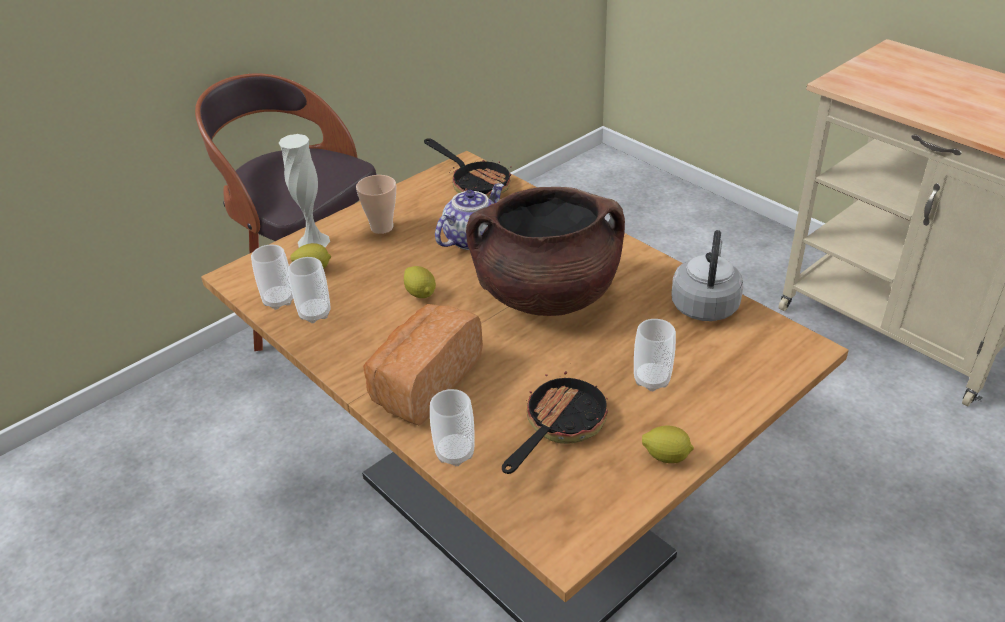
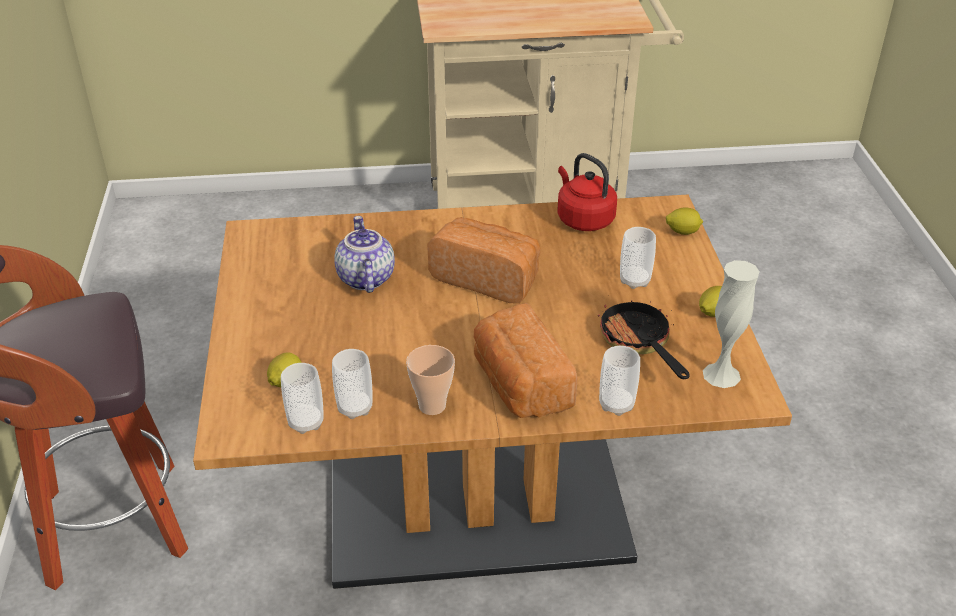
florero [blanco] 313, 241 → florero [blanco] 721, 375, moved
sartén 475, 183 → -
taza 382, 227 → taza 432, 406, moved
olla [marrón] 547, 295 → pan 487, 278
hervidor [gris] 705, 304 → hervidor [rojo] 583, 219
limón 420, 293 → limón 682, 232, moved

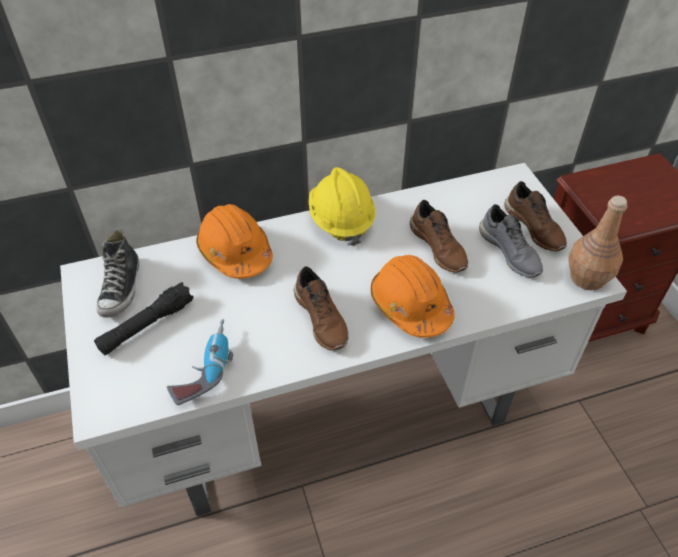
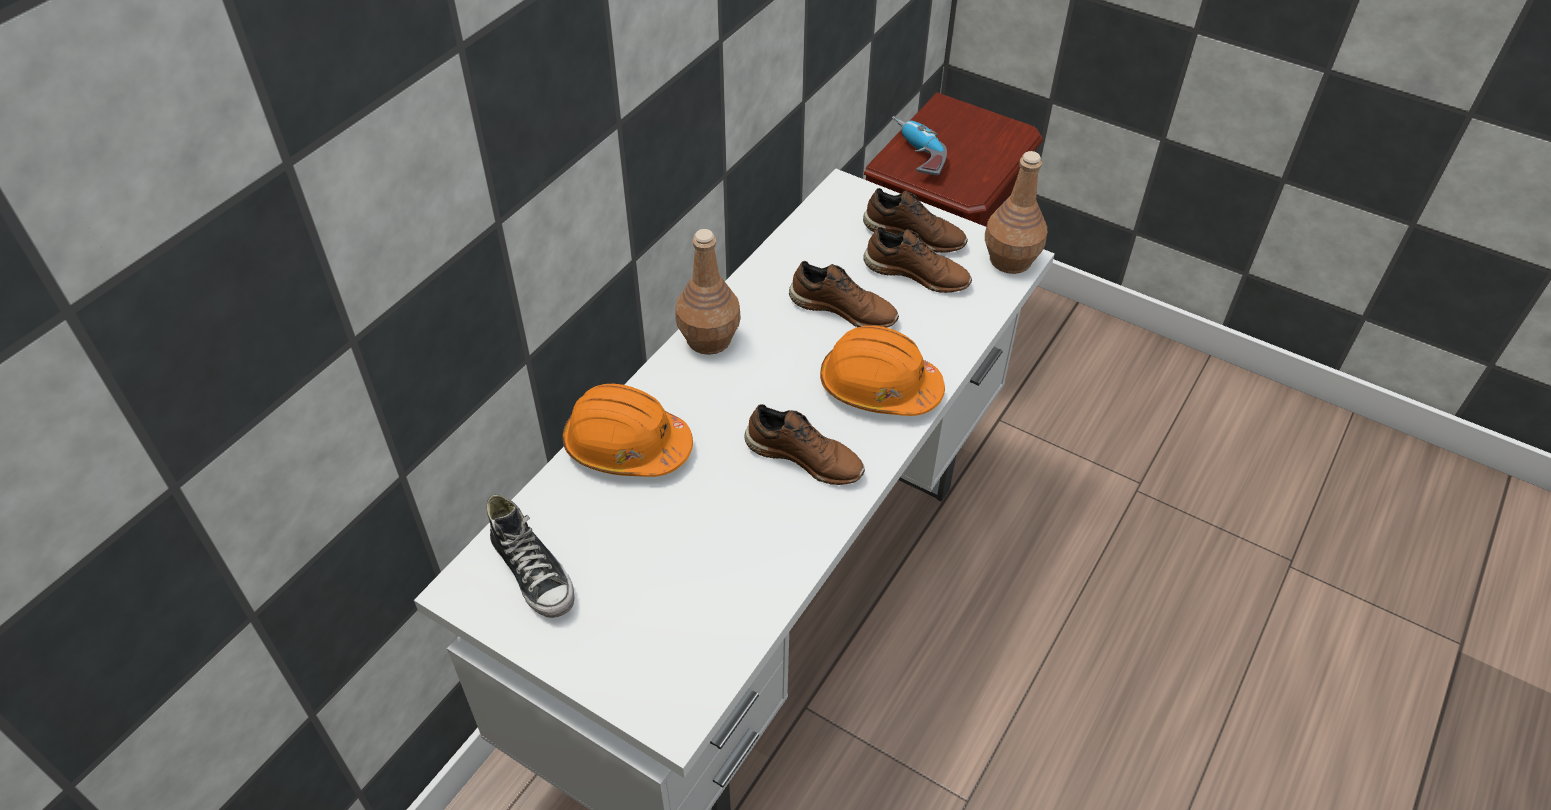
casco [amarillo] 341, 220 → botella [marrón] 709, 339
zapato [gris] 510, 251 → zapato [marrón] 917, 274
linterna [negro] 146, 326 → -
taladro 204, 368 → taladro 915, 155, moved

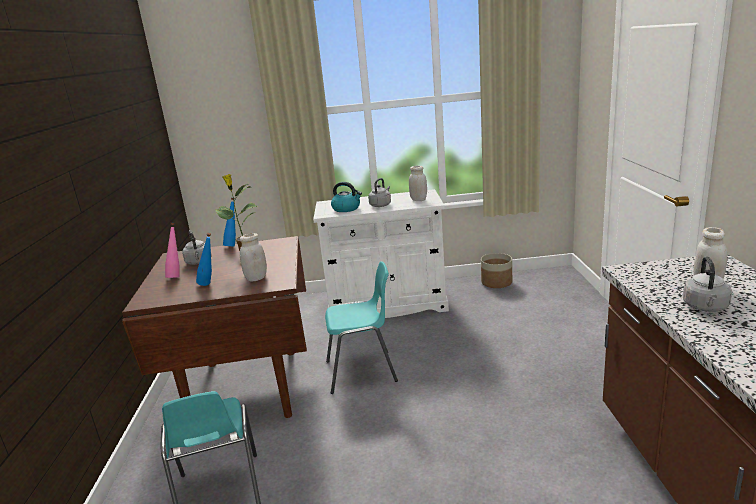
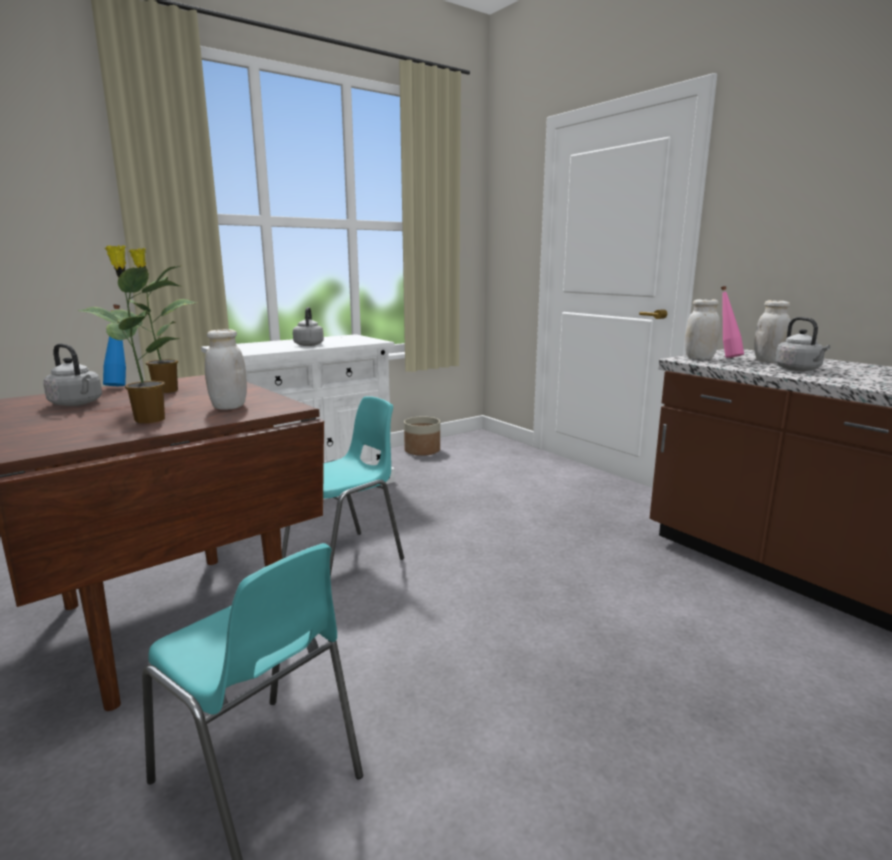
tarro [blanco] 418, 200 → tarro [blanco] 699, 358, moved
hervidor 347, 209 → -
botella [rosa] 177, 276 → botella [rosa] 726, 357, moved
botella [azul] 210, 284 → planta en maceta 148, 419

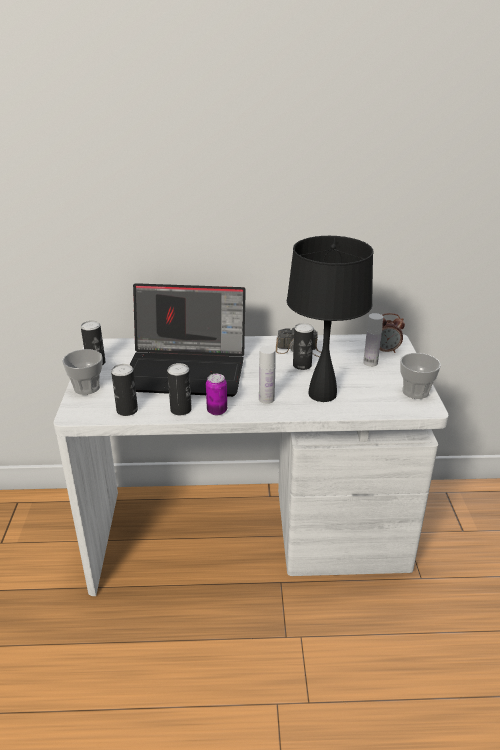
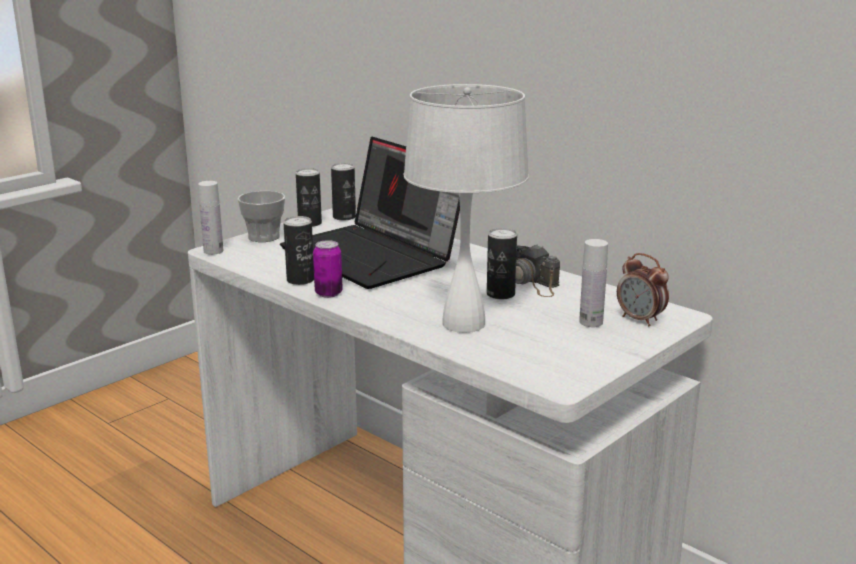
lámpara de mesa [negro] 321, 394 → lámpara de mesa [blanco] 463, 323
botella [blanco] 266, 399 → botella [blanco] 213, 251, moved
taza 415, 392 → -
lata 127, 410 → lata 344, 217, moved

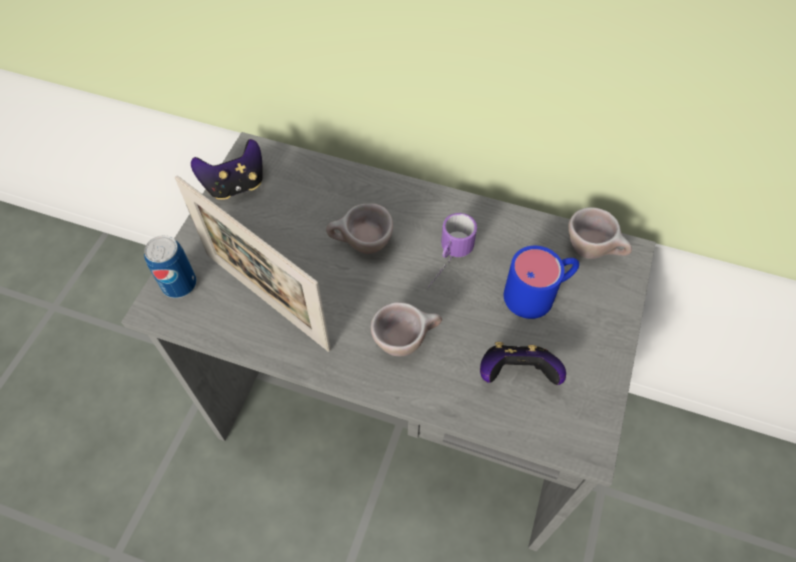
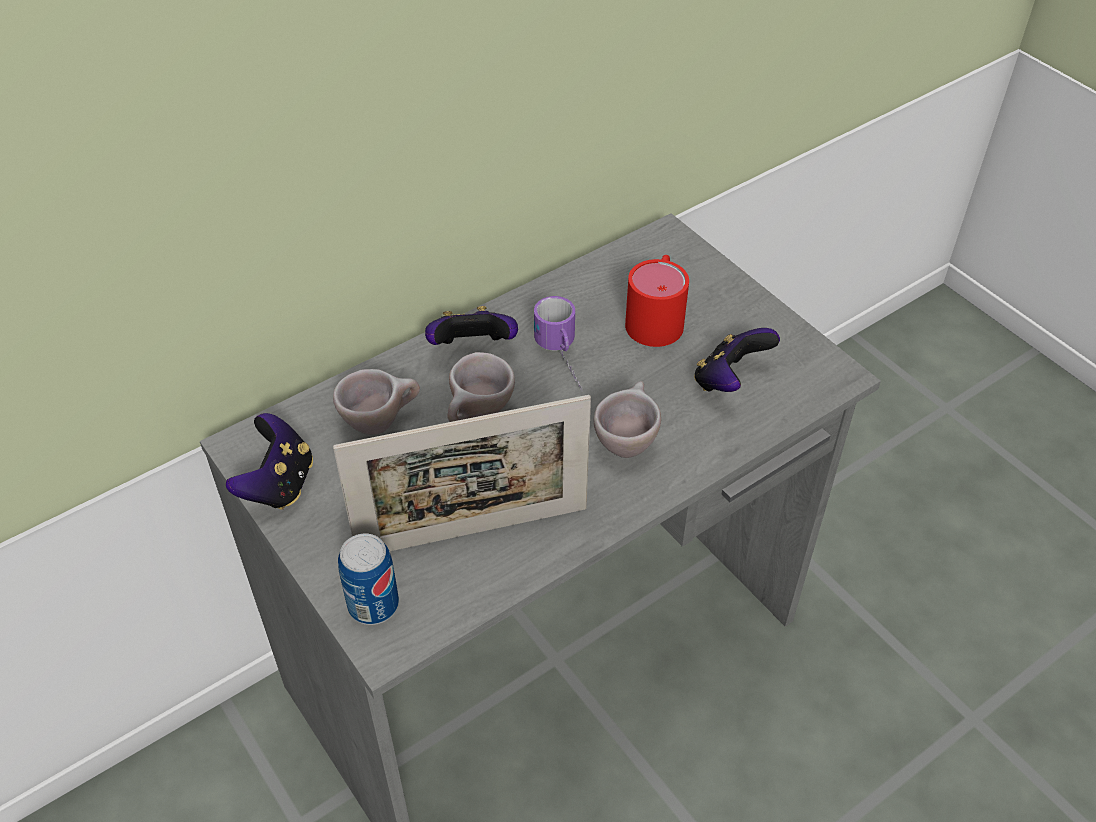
taza [beis] 593, 251 → taza [beis] 381, 421, moved
taza grande [azul] 539, 293 → taza grande [rojo] 657, 316
- → mando de consola 472, 348

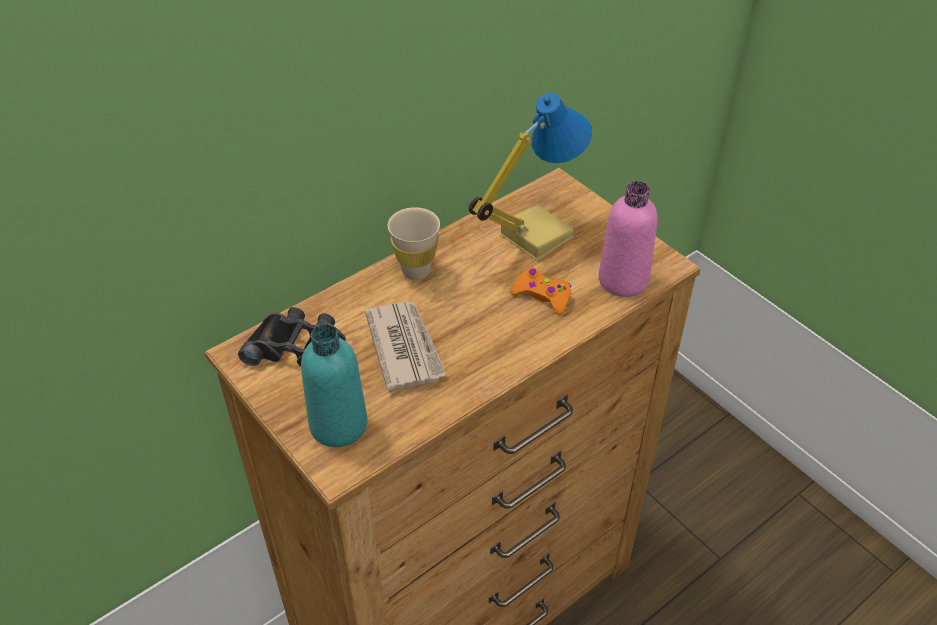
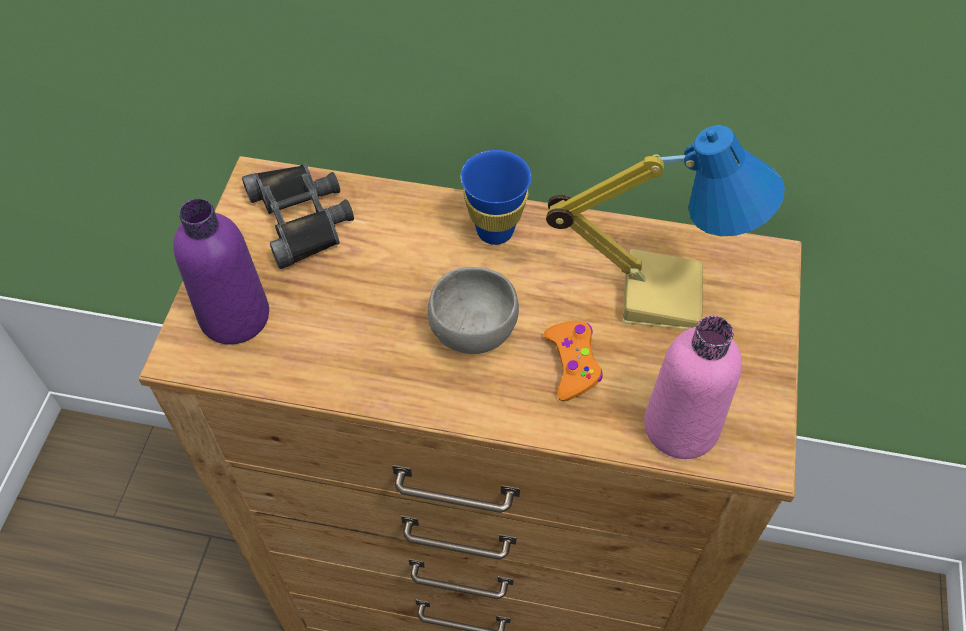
taza [beis] 416, 271 → taza [azul] 495, 231
periódico 405, 347 → -
botella [turquesa] 338, 425 → botella [morado] 234, 316
- → cuenco [gris] 471, 331

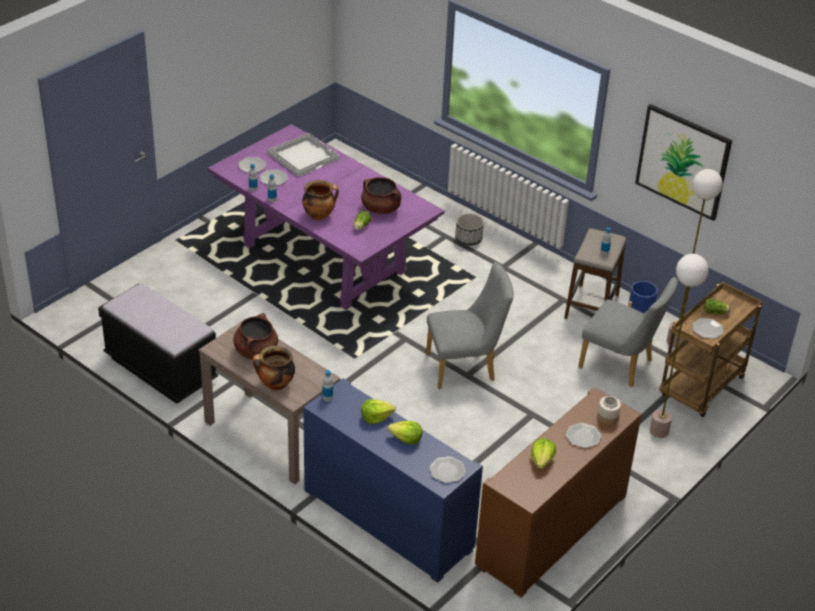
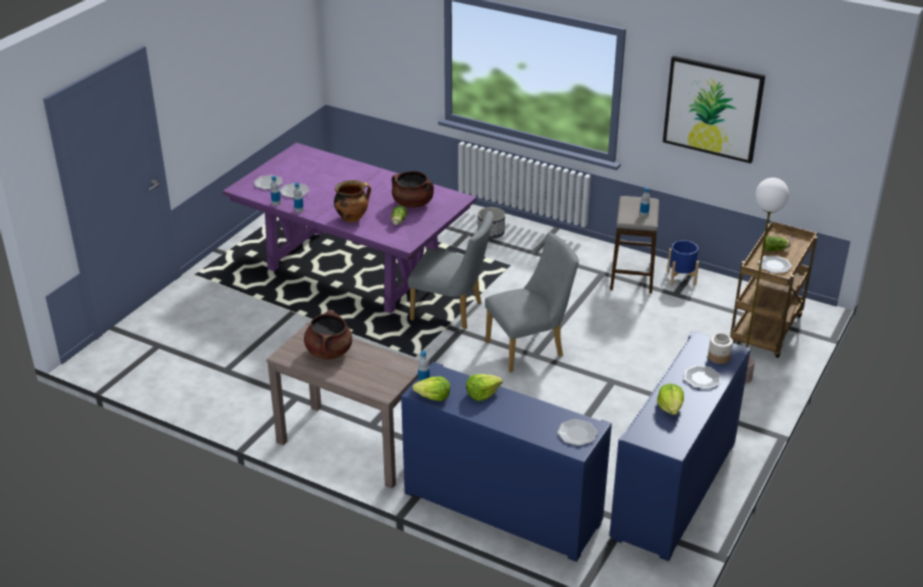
bandeja [blanco] 303, 156 → -
lámpara de pie 675, 342 → -
silla [gris] 621, 365 → silla [gris] 452, 312, moved
banco [negro] 160, 369 → -
olla 275, 385 → -
armario [marrón] 552, 530 → armario [azul] 674, 489
lechuga 406, 439 → lechuga 433, 397, moved

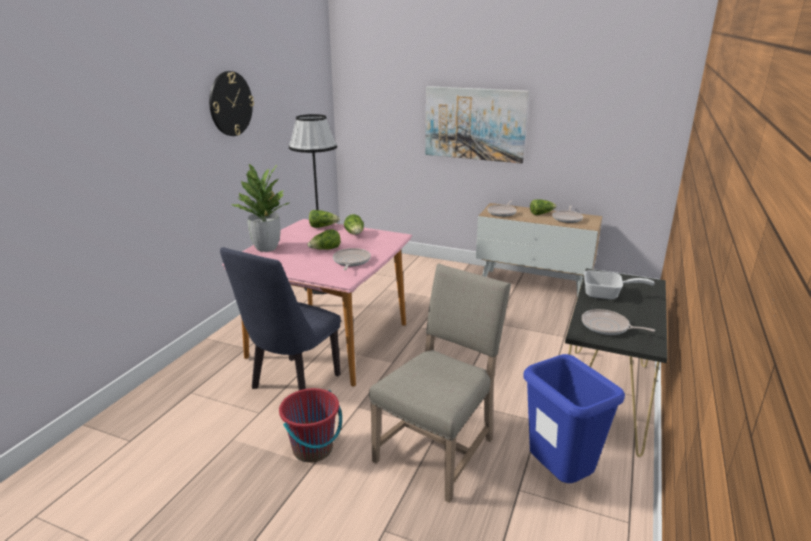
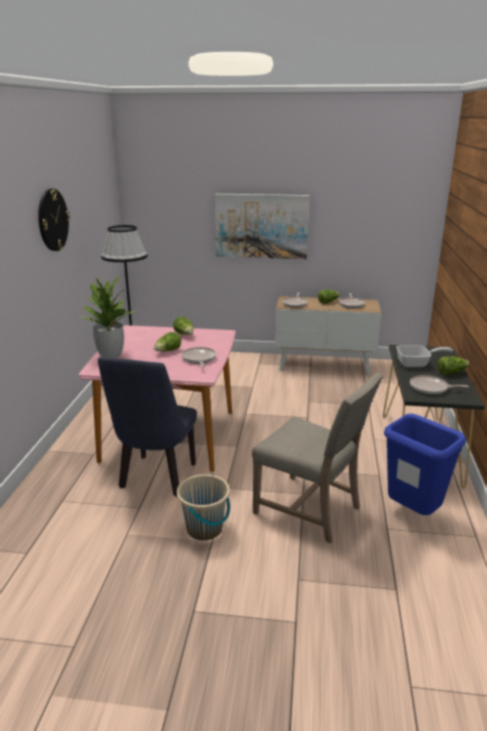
lechuga 323, 226 → lechuga 451, 373, moved
silla [beis] 439, 449 → silla [beis] 311, 510, 105 degrees clockwise
cubo [rojo] 313, 449 → cubo [beis] 205, 529

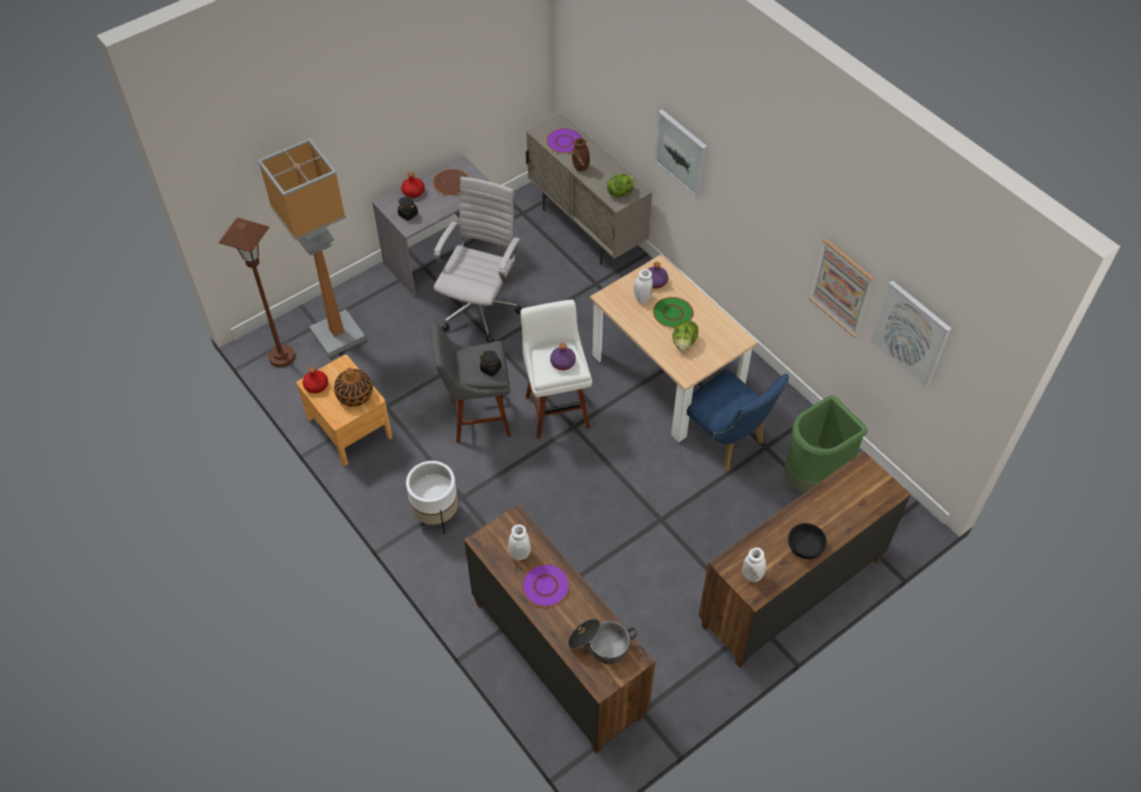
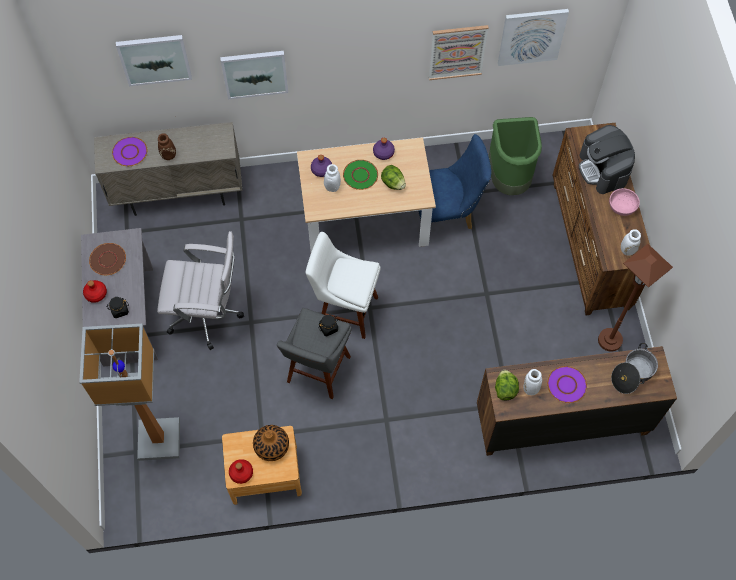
lechuga 621, 193 → lechuga 505, 389, moved
silla de oficina [blanco] 481, 308 → silla de oficina [blanco] 208, 314, 135 degrees clockwise
lámpara de pie [marrón] 282, 356 → lámpara de pie [marrón] 609, 340, moved
botella [morado] 563, 362 → botella [morado] 383, 152, moved
maceta [blanco] 436, 514 → -
cuenco [negro] 805, 546 → cuenco [rosa] 622, 206
- → cuadro 154, 59
- → cafetera 603, 169

